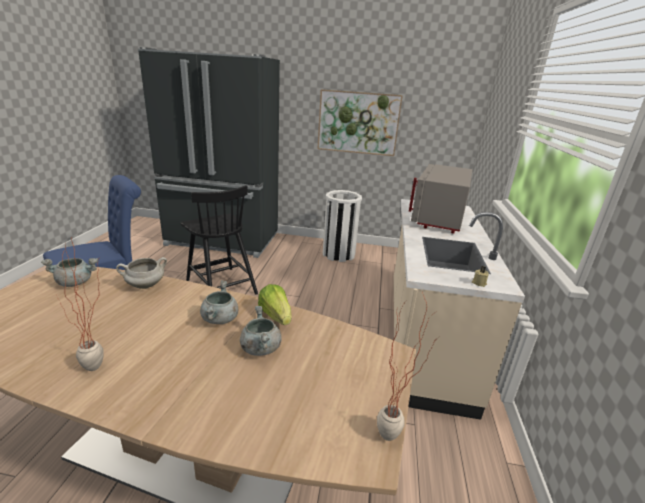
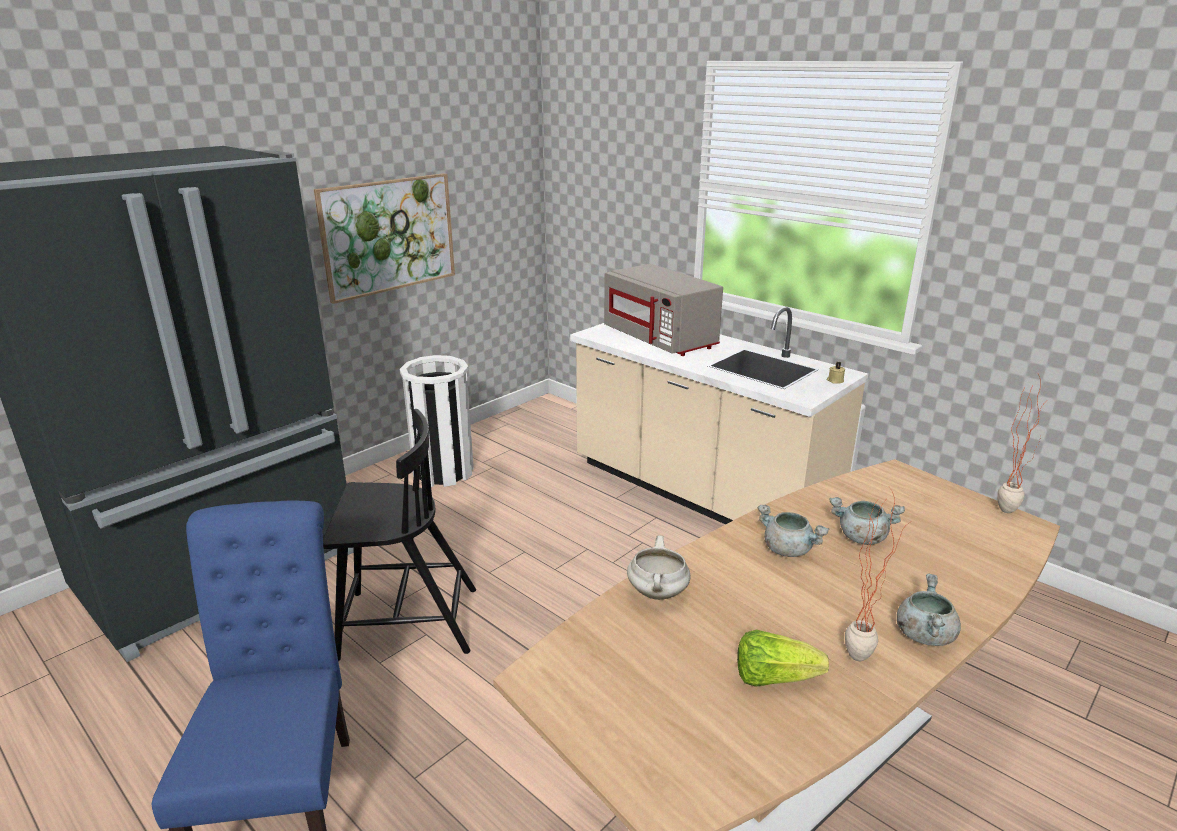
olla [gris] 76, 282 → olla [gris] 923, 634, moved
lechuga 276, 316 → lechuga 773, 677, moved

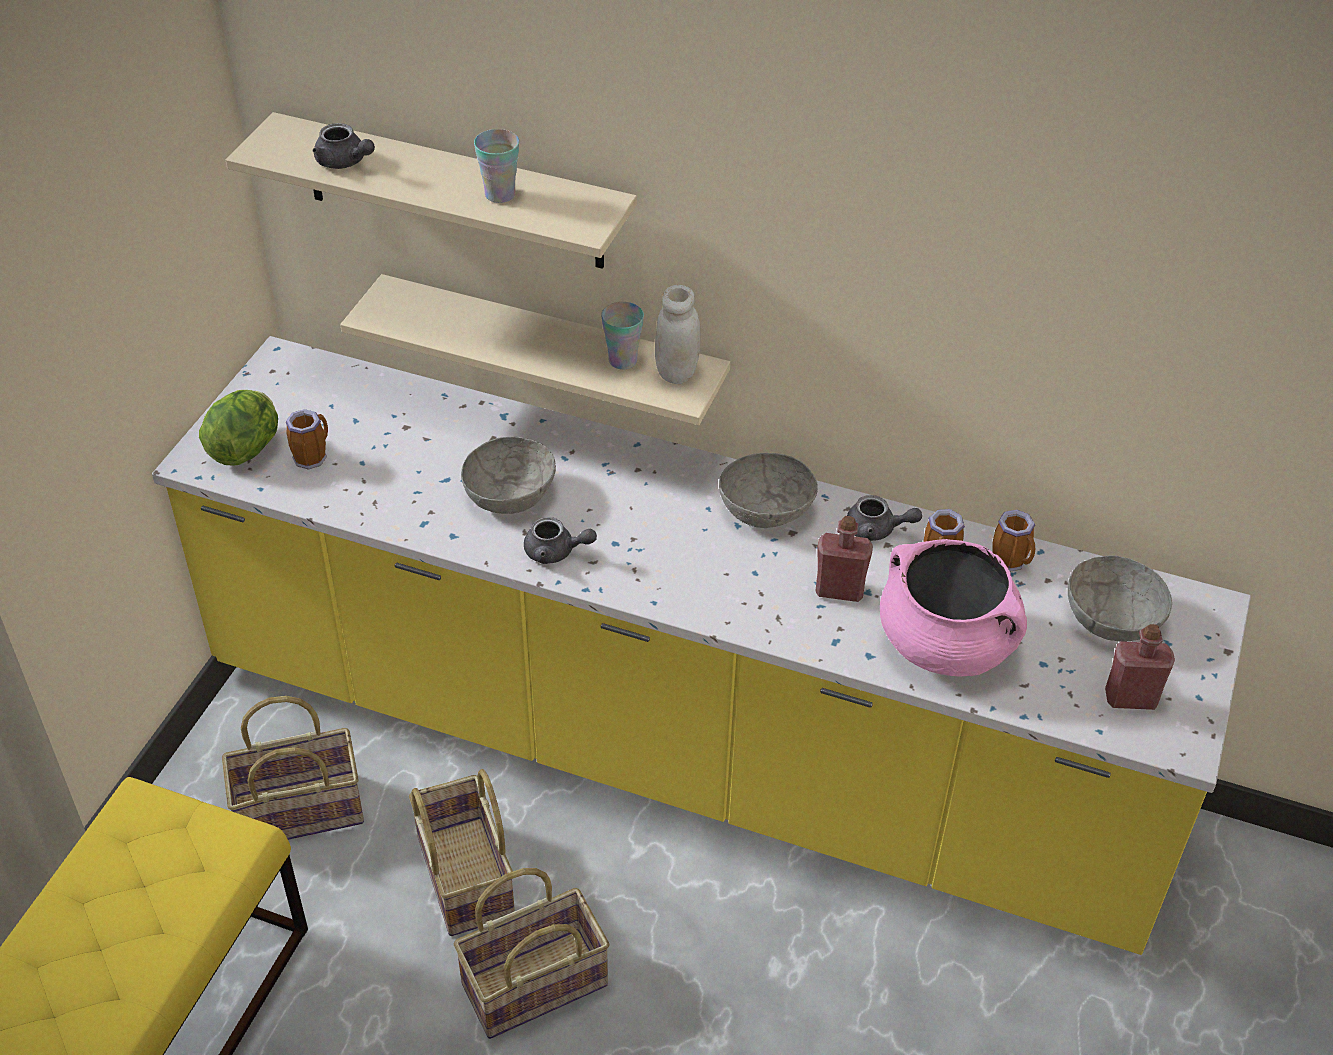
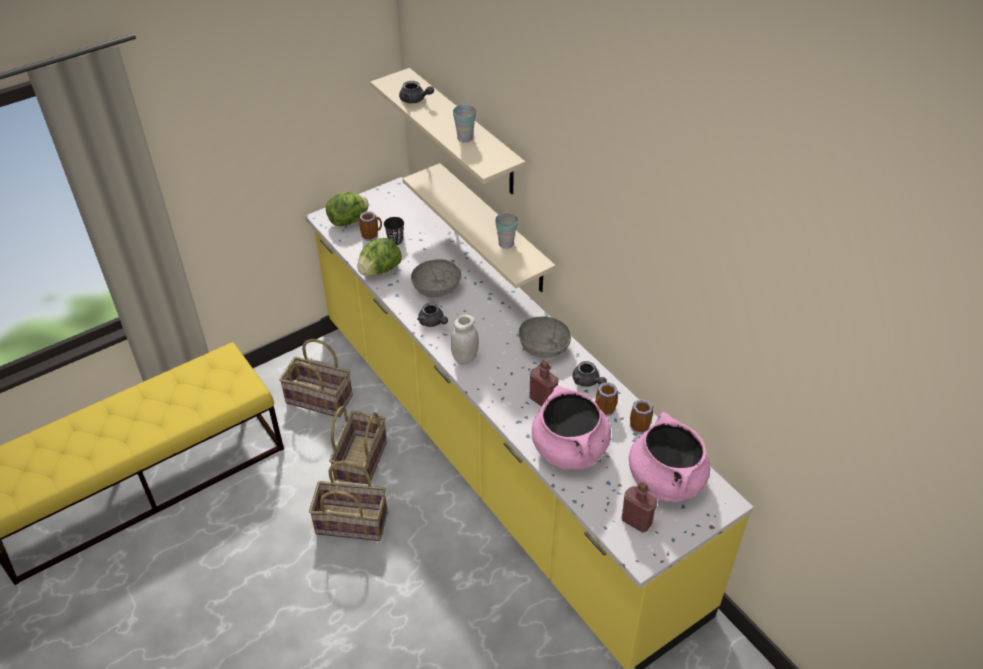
tetera [gris] 344, 162 → tetera [gris] 415, 100, 45 degrees counterclockwise
tarro [blanco] 677, 372 → tarro [blanco] 465, 358, moved
cuenco [gris] 1111, 618 → olla [rosa] 665, 479
- → taza [negro] 395, 240
- → lechuga 380, 271

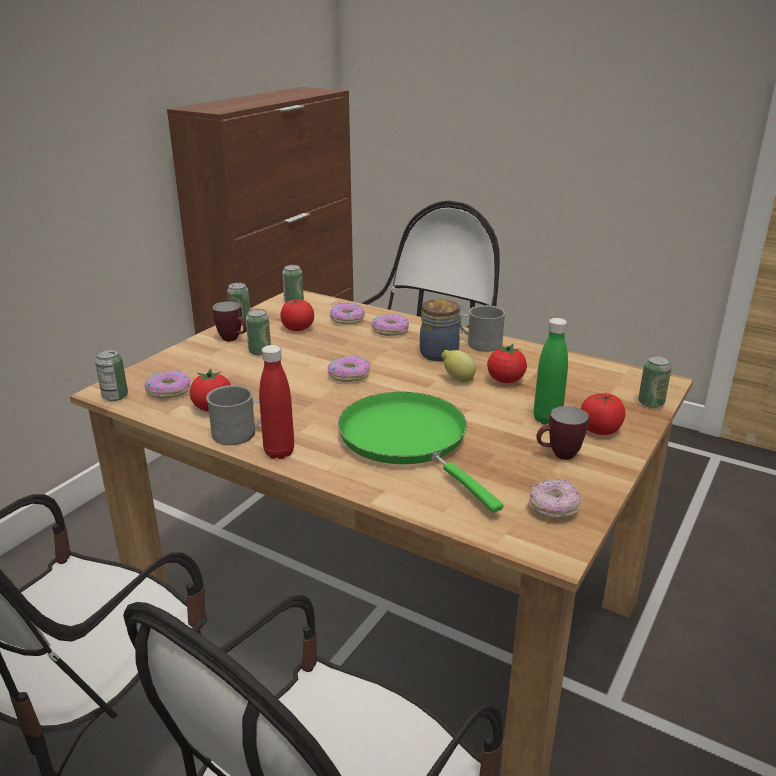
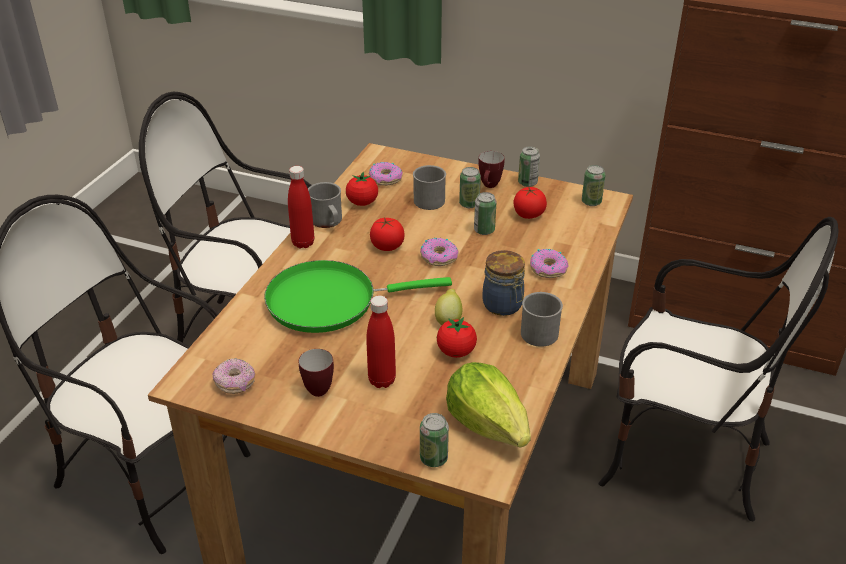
rosquilla 347, 319 → -
botella [verde] 547, 419 → botella [rojo] 382, 380
lata 115, 396 → lata 484, 230, moved
sartén [verde] 408, 440 → sartén [verde] 329, 301, 150 degrees counterclockwise
tomate 600, 429 → tomate 387, 246, moved
- → taza grande [gris] 429, 198
- → lechuga 489, 424

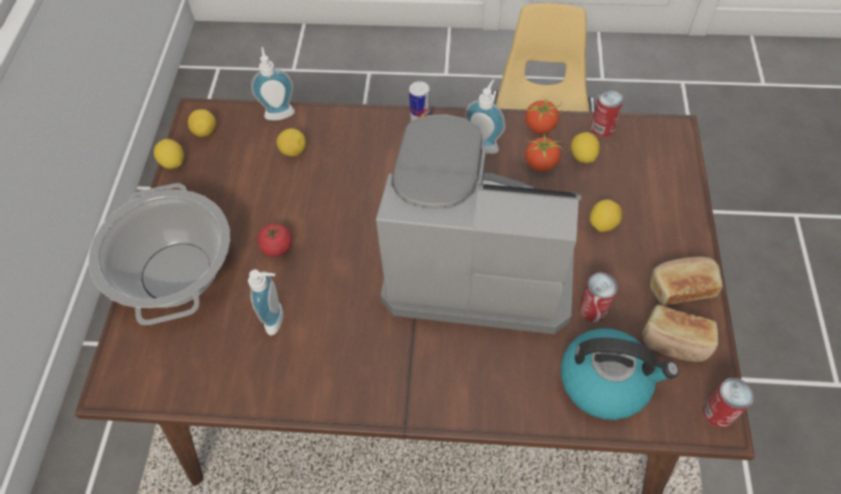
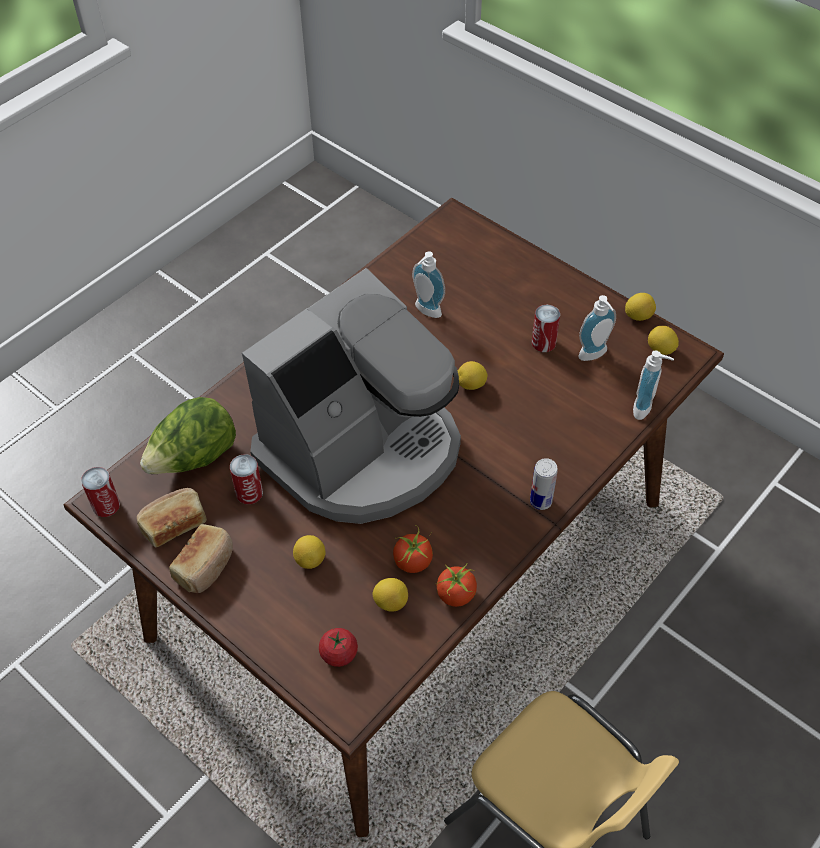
dispensador de jabón 484, 143 → dispensador de jabón 594, 356, moved
lata 602, 128 → lata 543, 343, moved
limón 293, 151 → limón 471, 385, moved
olla 177, 273 → -
tomate 277, 247 → tomate 339, 654, moved
hervidor 606, 381 → lechuga 194, 458

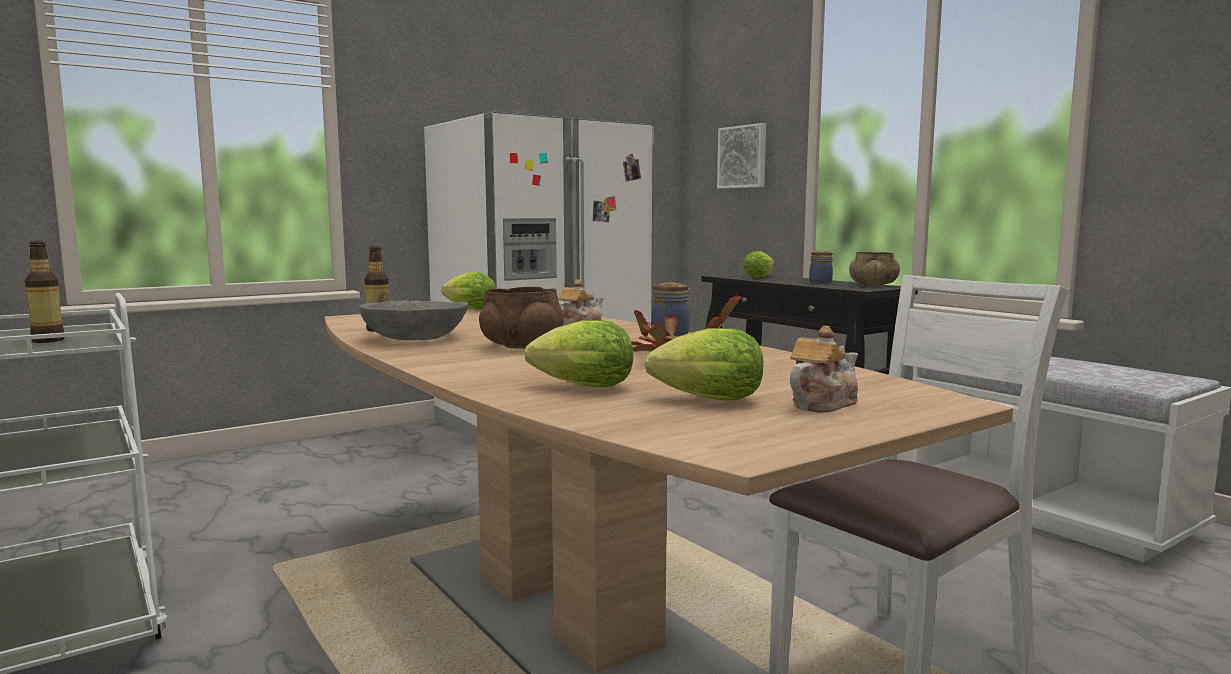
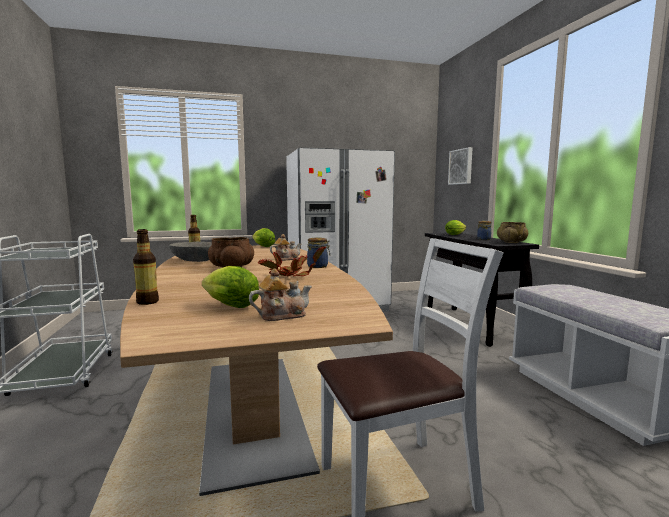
botella 48, 340 → botella 147, 302, moved
lechuga 578, 387 → -

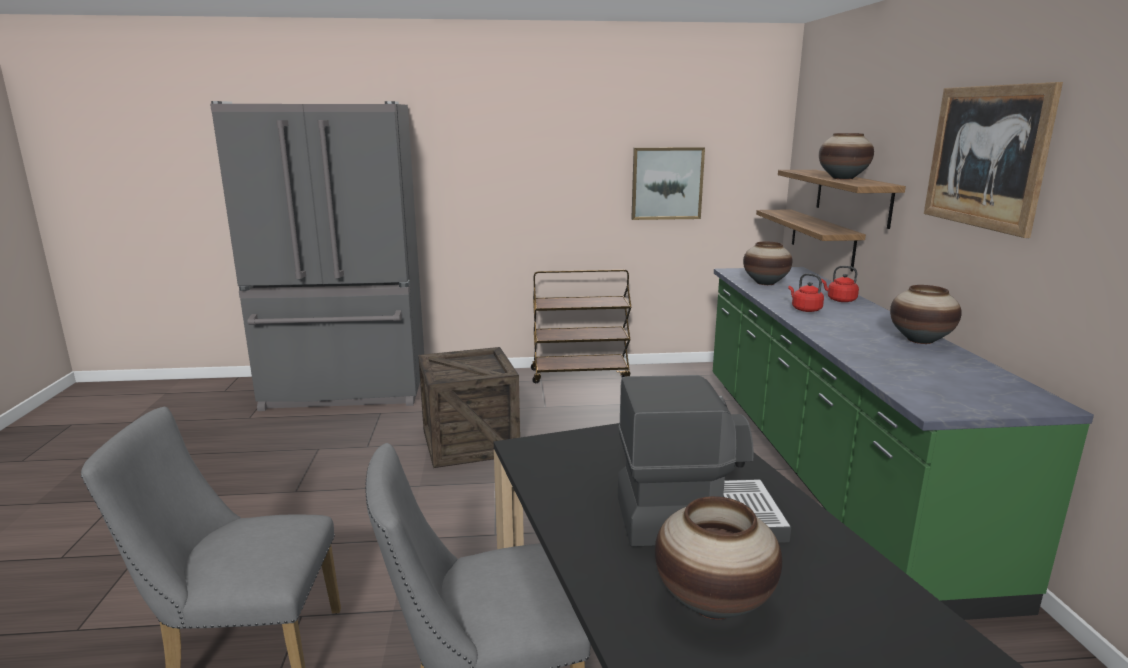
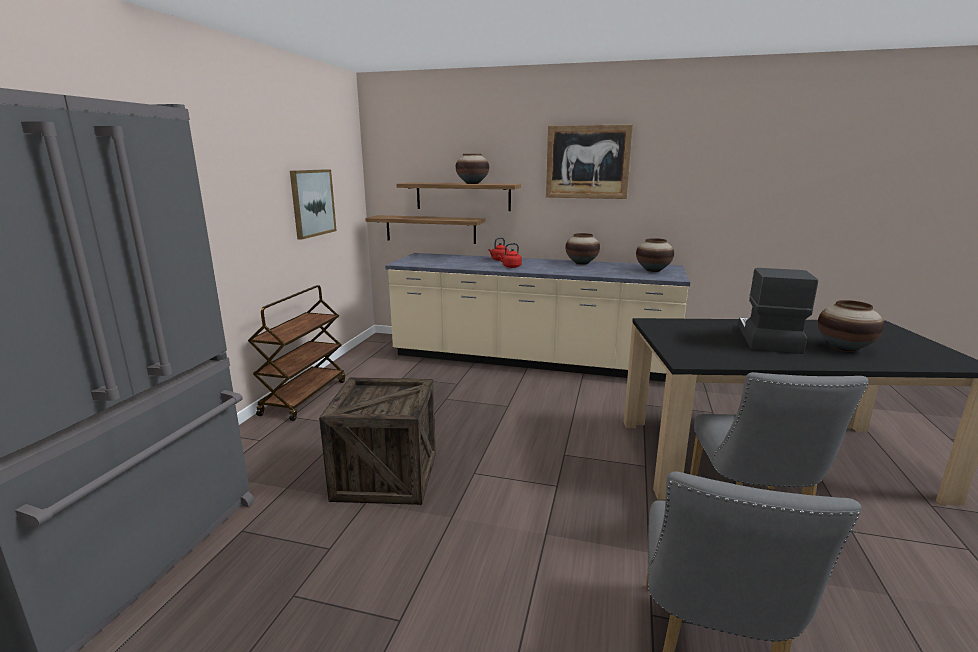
florero 765, 283 → florero 653, 270, moved
mueble bajo de cocina [verde] 824, 467 → mueble bajo de cocina [beis] 531, 360

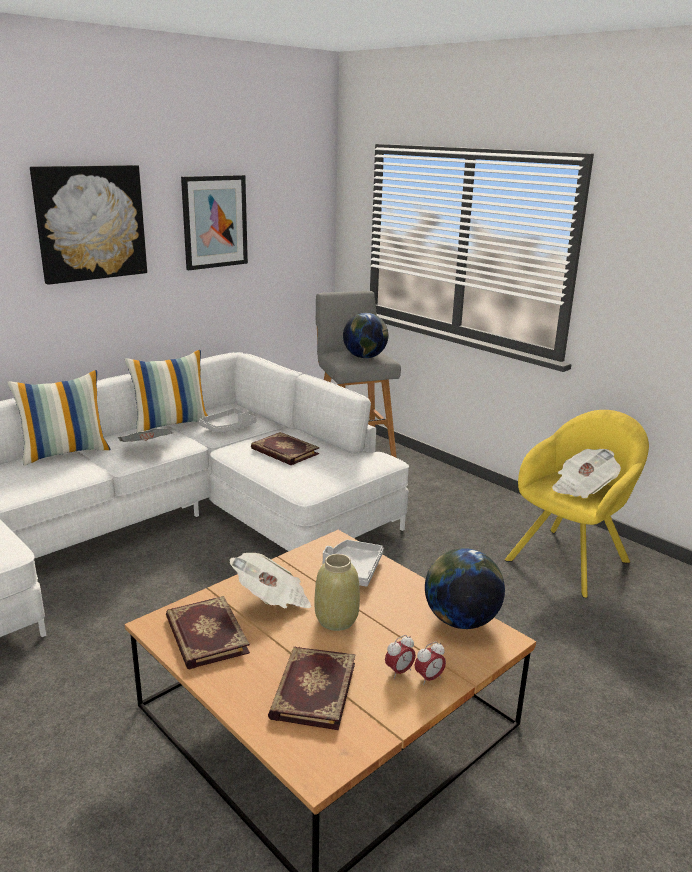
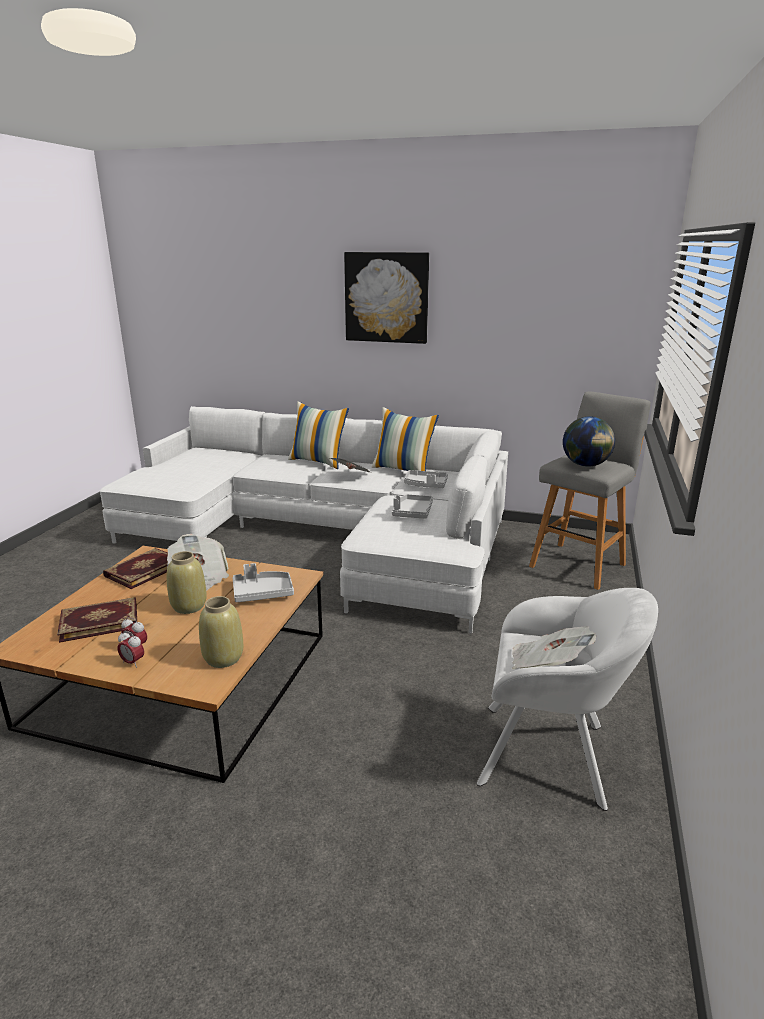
cuadro 214, 222 → -
sillón [amarillo] 571, 558 → sillón [blanco] 551, 755
libro 284, 452 → bandeja [gris] 412, 513
globo terráqueo 460, 620 → florero [beis] 223, 658

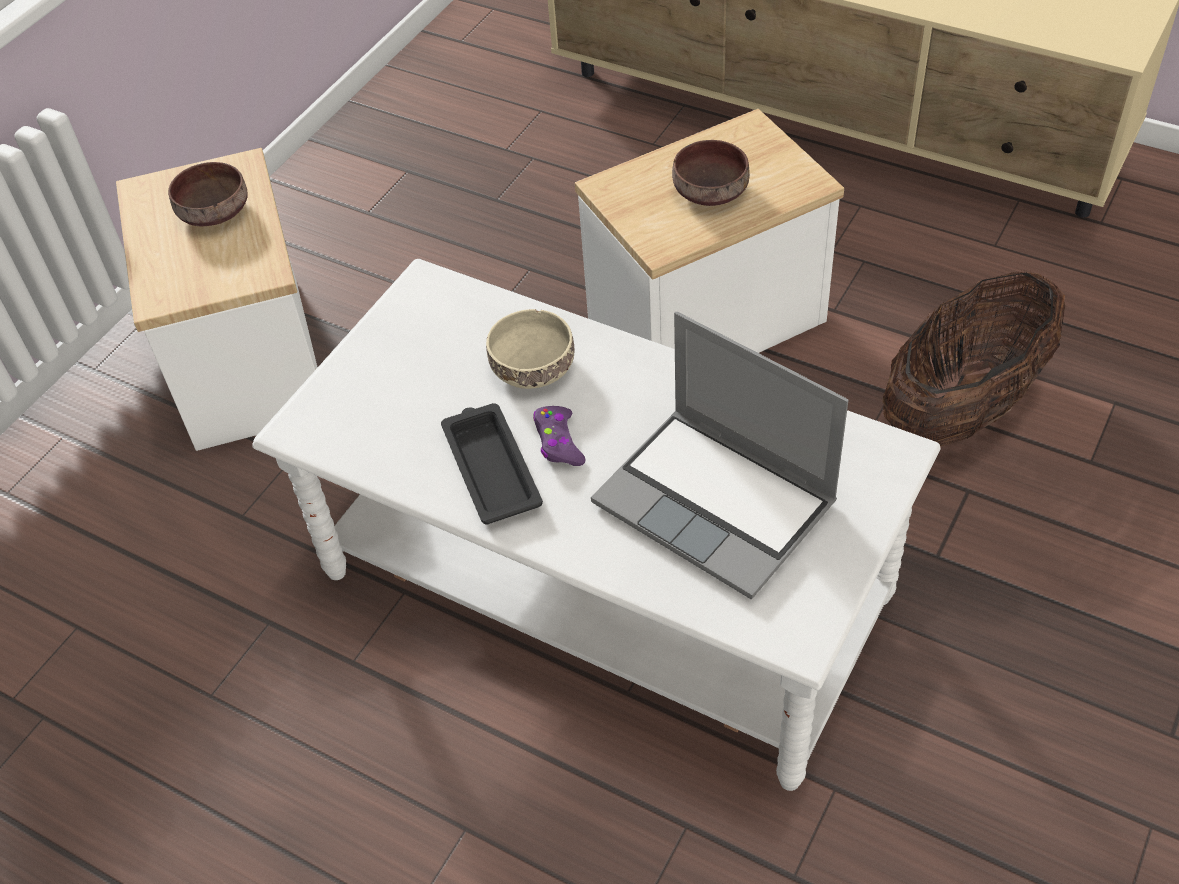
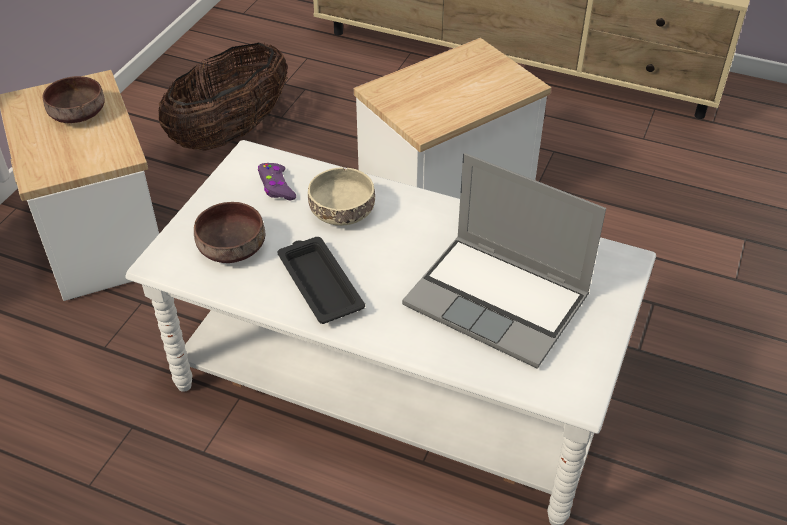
cuenco [marrón] 712, 191 → cuenco [marrón] 233, 248, moved
cesta 963, 408 → cesta 231, 132, moved
mando de consola [morado] 558, 442 → mando de consola [morado] 276, 187, moved

